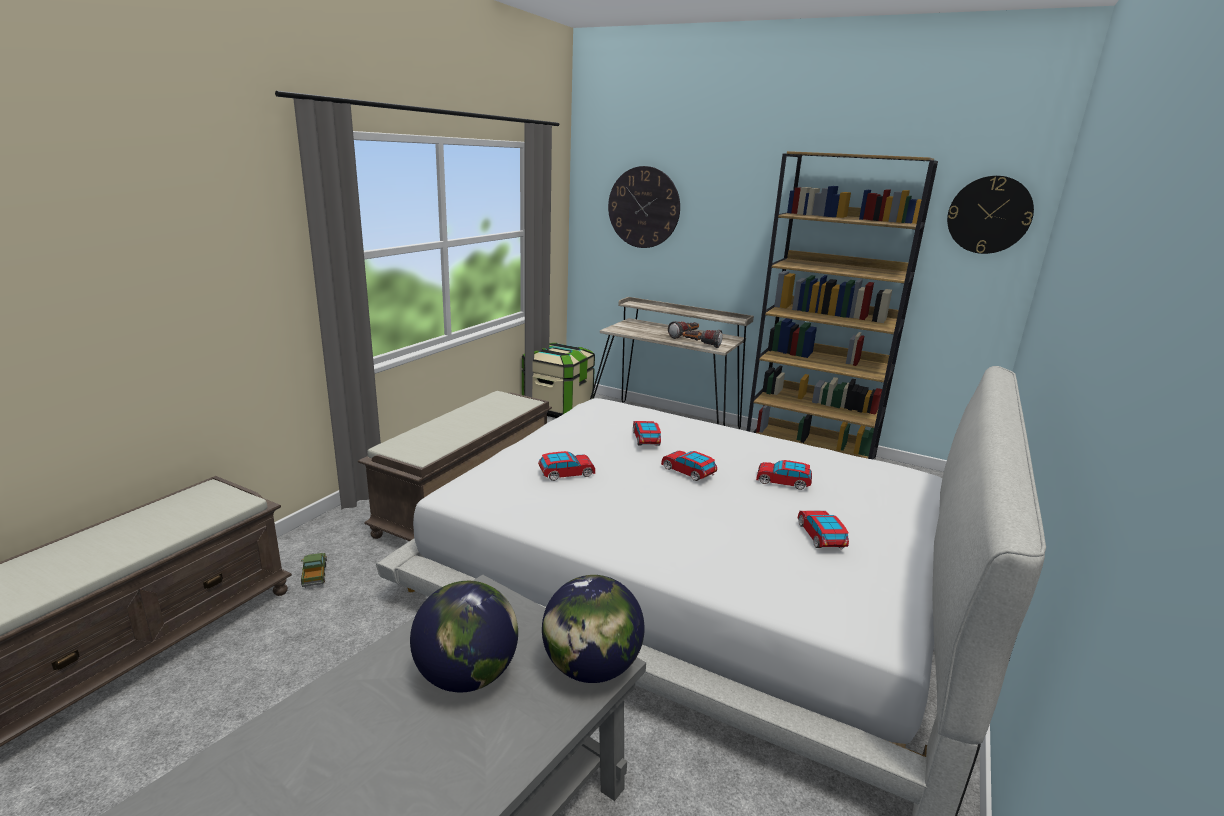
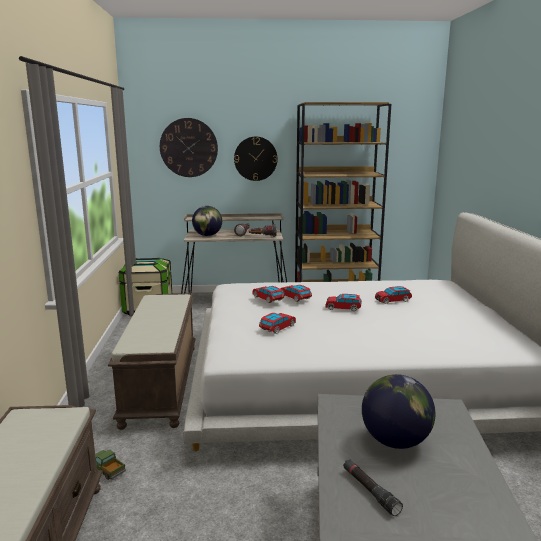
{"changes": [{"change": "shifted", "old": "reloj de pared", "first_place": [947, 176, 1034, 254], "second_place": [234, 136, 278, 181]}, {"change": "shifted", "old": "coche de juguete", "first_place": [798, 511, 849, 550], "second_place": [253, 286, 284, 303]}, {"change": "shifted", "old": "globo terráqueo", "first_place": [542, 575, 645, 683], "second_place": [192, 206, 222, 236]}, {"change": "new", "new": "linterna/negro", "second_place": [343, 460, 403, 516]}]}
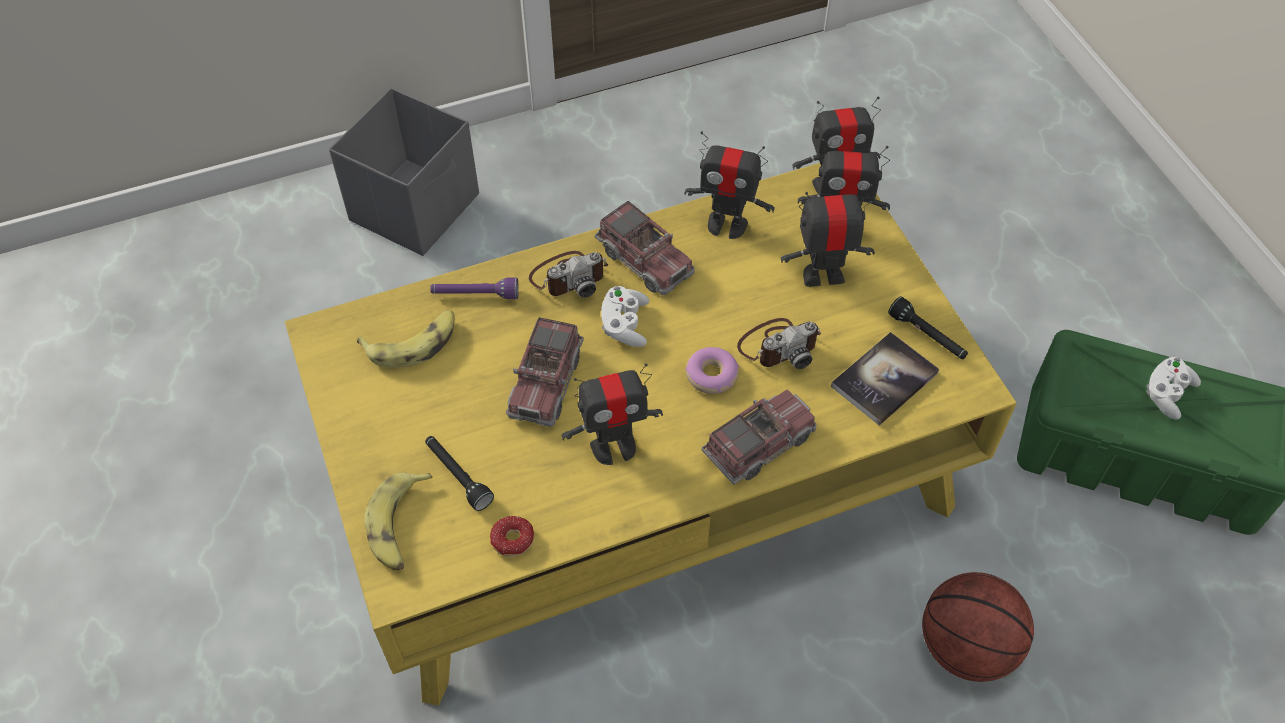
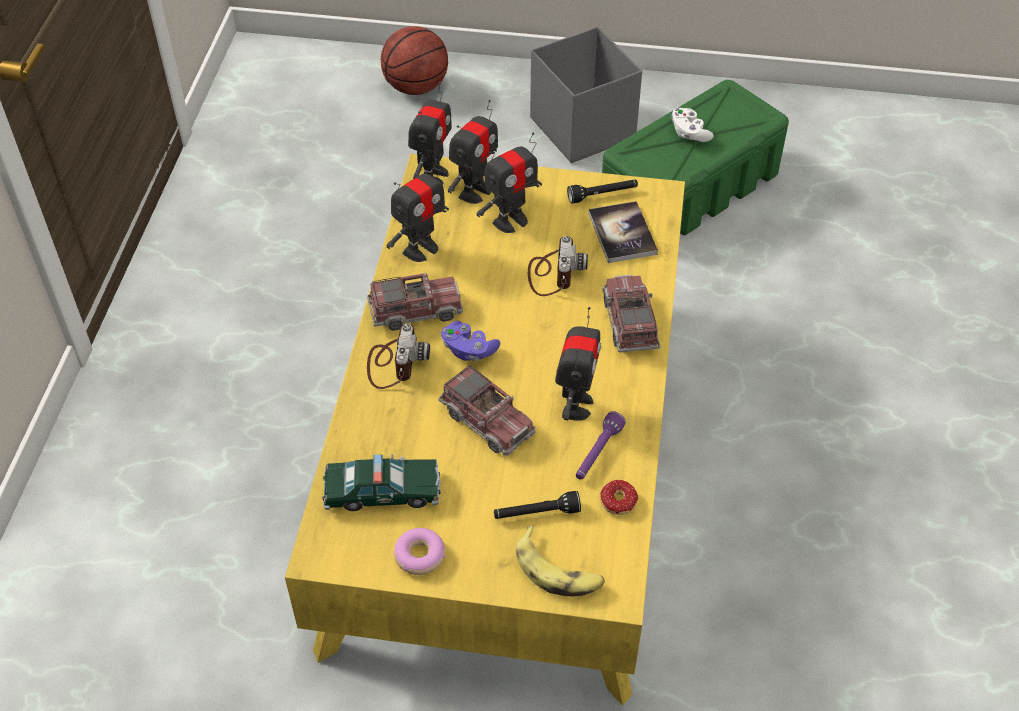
{"changes": [{"change": "shifted", "old": "caja de almacenaje/gris", "first_place": [329, 88, 479, 256], "second_place": [530, 27, 642, 163]}, {"change": "rotated", "old": "robot de juguete", "first_place": [781, 184, 875, 287], "second_place": [477, 132, 542, 233], "degrees": -150}, {"change": "shifted", "old": "linterna/morado", "first_place": [430, 277, 519, 299], "second_place": [576, 411, 626, 480]}, {"change": "repainted", "old": "mando de consola/blanco", "new": "mando de consola/morado", "first_place": [601, 286, 649, 347], "second_place": [441, 321, 500, 361]}, {"change": "swapped", "old": "plátano", "new": "coche de juguete", "first_place": [357, 310, 455, 368], "second_place": [323, 454, 441, 511]}, {"change": "shifted", "old": "rosquilla", "first_place": [685, 347, 739, 394], "second_place": [394, 528, 445, 575]}, {"change": "shifted", "old": "balón de baloncesto", "first_place": [922, 572, 1034, 682], "second_place": [381, 26, 448, 95]}]}
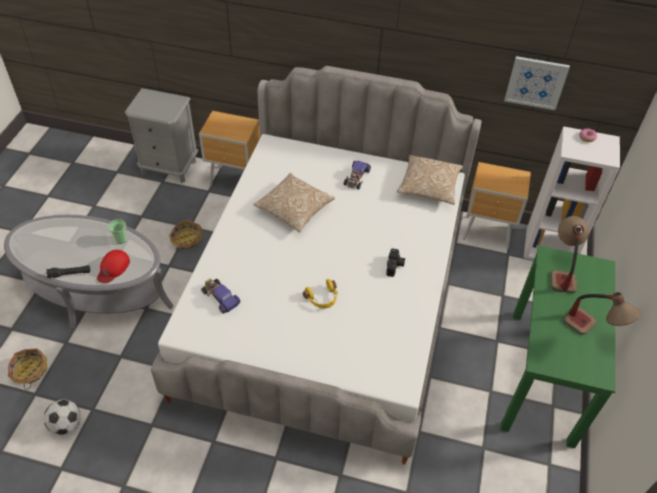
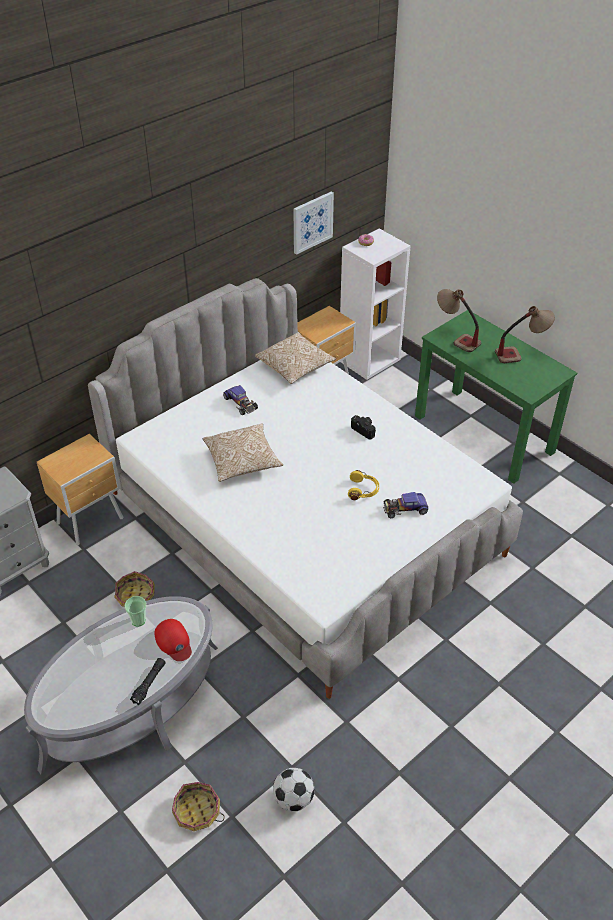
{"changes": [{"change": "shifted", "old": "coche de juguete", "first_place": [201, 278, 240, 314], "second_place": [383, 492, 428, 518]}]}
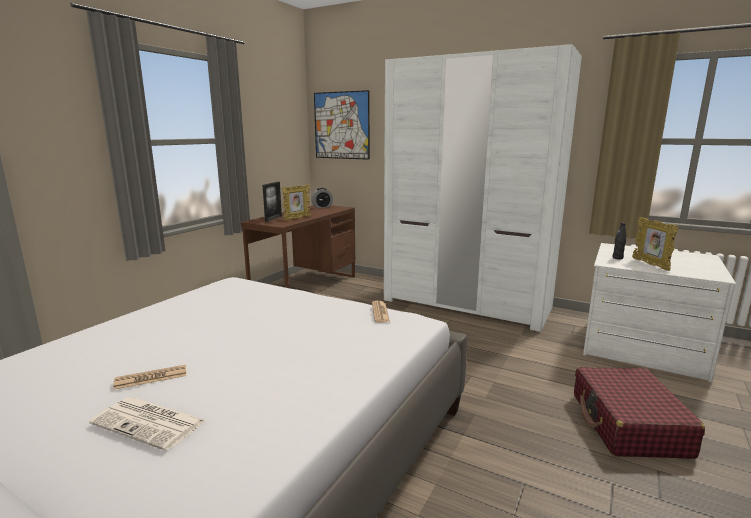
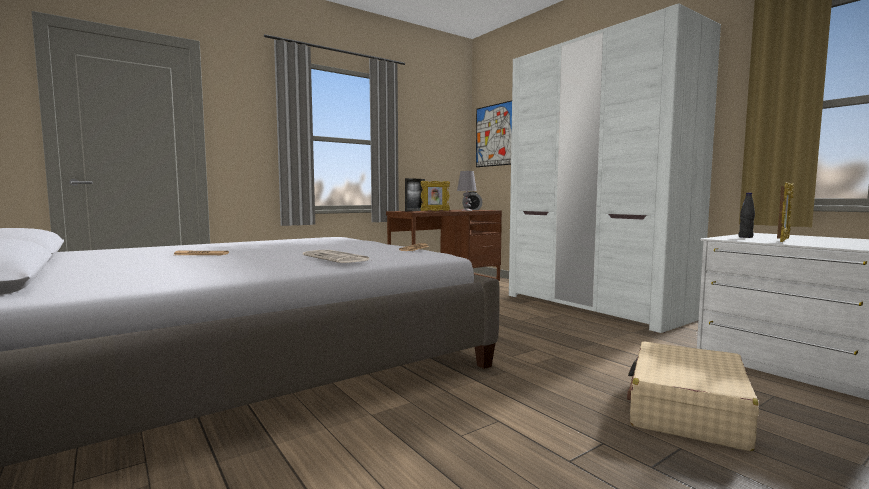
{"changes": [{"change": "rotated", "old": "portarretratos", "first_place": [632, 217, 678, 271], "second_place": [777, 183, 794, 242], "degrees": -150}, {"change": "repainted", "old": "maleta/rojo", "new": "maleta/beis", "first_place": [574, 367, 705, 459], "second_place": [627, 341, 759, 451]}, {"change": "shifted", "old": "periódico", "first_place": [89, 397, 207, 451], "second_place": [303, 250, 369, 263]}, {"change": "new", "new": "lámpara de mesa/gris", "second_place": [457, 171, 477, 211]}]}
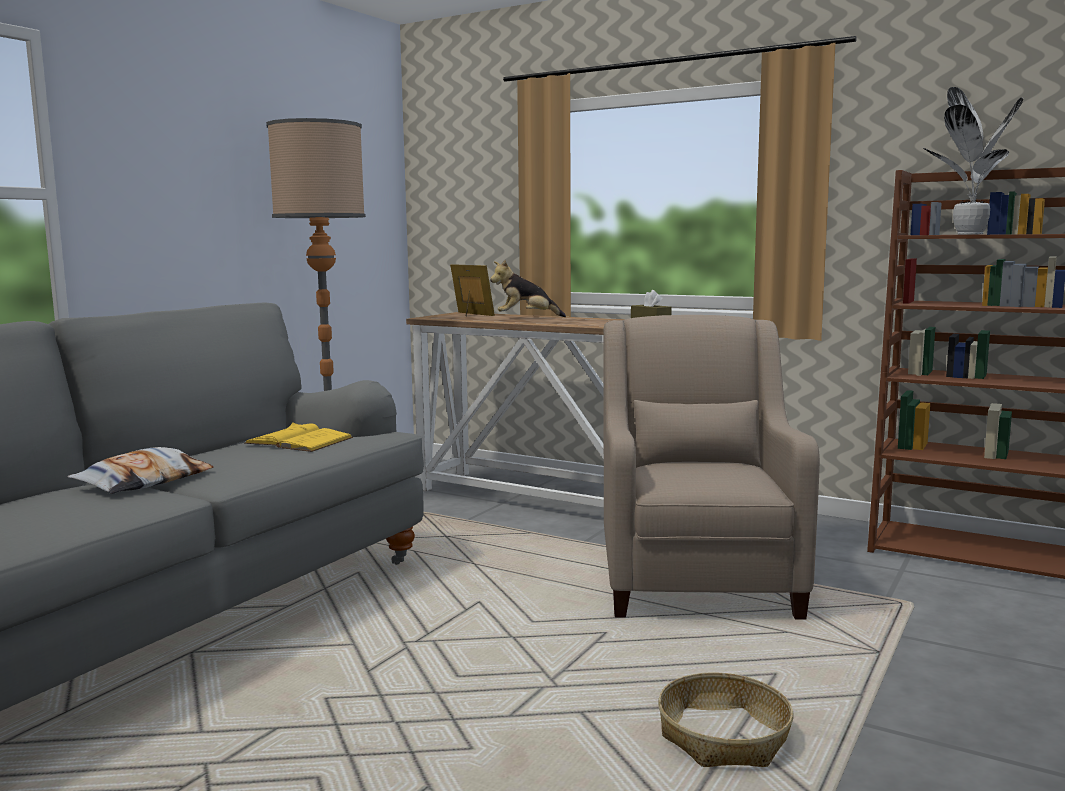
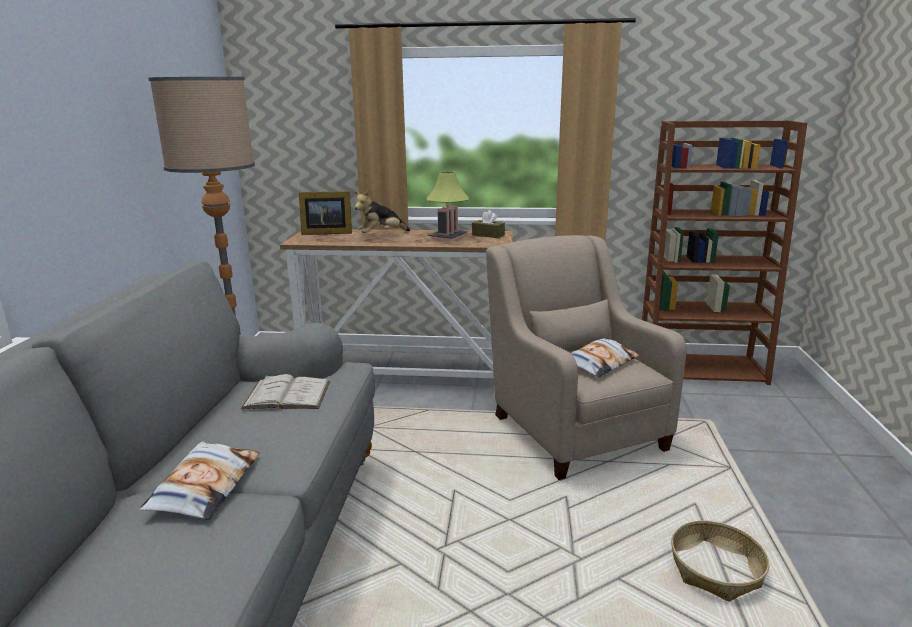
{"changes": [{"change": "gone", "old": "planta en maceta", "first_place": [923, 87, 1023, 234]}, {"change": "rotated", "old": "portarretratos", "first_place": [450, 264, 495, 316], "second_place": [299, 191, 352, 235], "degrees": 150}, {"change": "repainted", "old": "libro/amarillo", "new": "libro/blanco", "first_place": [244, 423, 353, 452], "second_place": [241, 374, 330, 409]}, {"change": "new", "new": "lámpara de mesa", "second_place": [427, 171, 469, 242]}, {"change": "new", "new": "cojín", "second_place": [571, 338, 639, 377]}]}
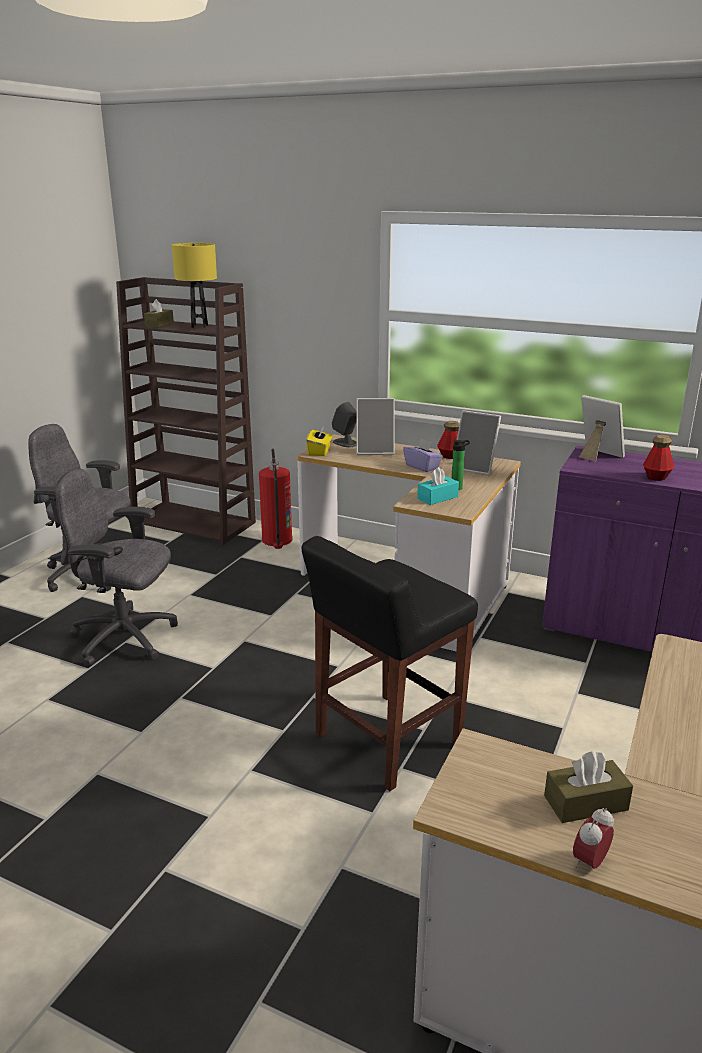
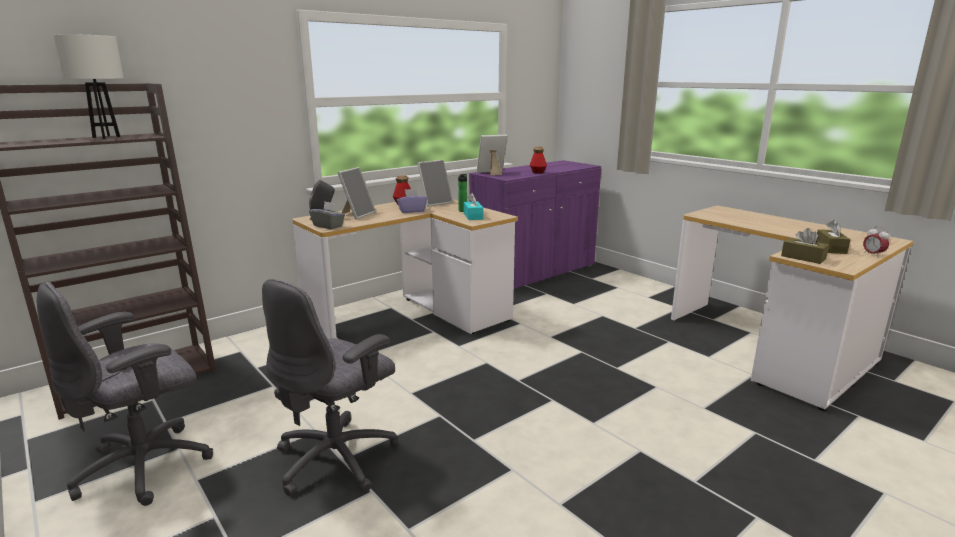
{"changes": [{"change": "repainted", "old": "lámpara de mesa/amarillo", "new": "lámpara de mesa/blanco", "first_place": [172, 243, 217, 328], "second_place": [53, 34, 124, 139]}, {"change": "shifted", "old": "caja de pañuelos/marrón", "first_place": [144, 299, 174, 327], "second_place": [781, 228, 829, 264]}, {"change": "repainted", "old": "caja de pañuelos/amarillo", "new": "caja de pañuelos/gris", "first_place": [306, 425, 332, 456], "second_place": [309, 201, 345, 229]}, {"change": "gone", "old": "extintor", "first_place": [259, 449, 293, 549]}, {"change": "gone", "old": "taburete/negro", "first_place": [301, 536, 478, 791]}]}
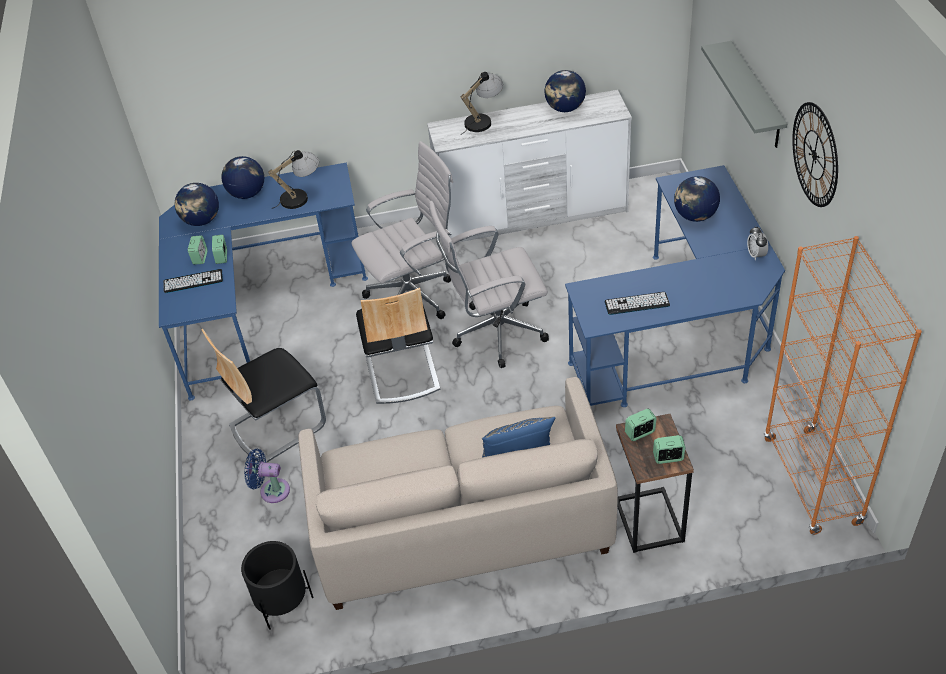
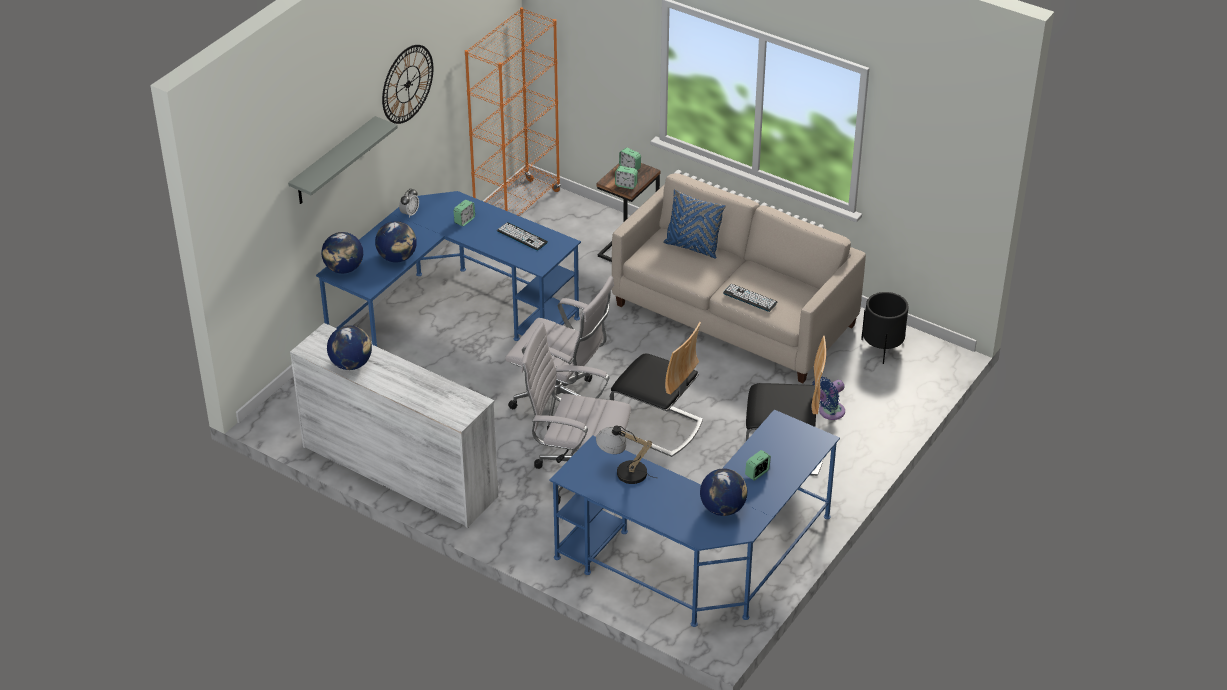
{"changes": [{"change": "gone", "old": "lámpara de mesa", "first_place": [461, 72, 503, 135]}, {"change": "shifted", "old": "globo terráqueo", "first_place": [221, 156, 264, 199], "second_place": [322, 232, 363, 274]}, {"change": "shifted", "old": "despertador", "first_place": [212, 235, 227, 264], "second_place": [453, 200, 475, 226]}, {"change": "shifted", "old": "teclado", "first_place": [163, 269, 223, 293], "second_place": [723, 284, 777, 312]}, {"change": "rotated", "old": "silla", "first_place": [356, 288, 440, 404], "second_place": [610, 322, 703, 457], "degrees": 90}, {"change": "rotated", "old": "ventilador/azul", "first_place": [244, 449, 290, 503], "second_place": [813, 376, 845, 420], "degrees": 90}]}
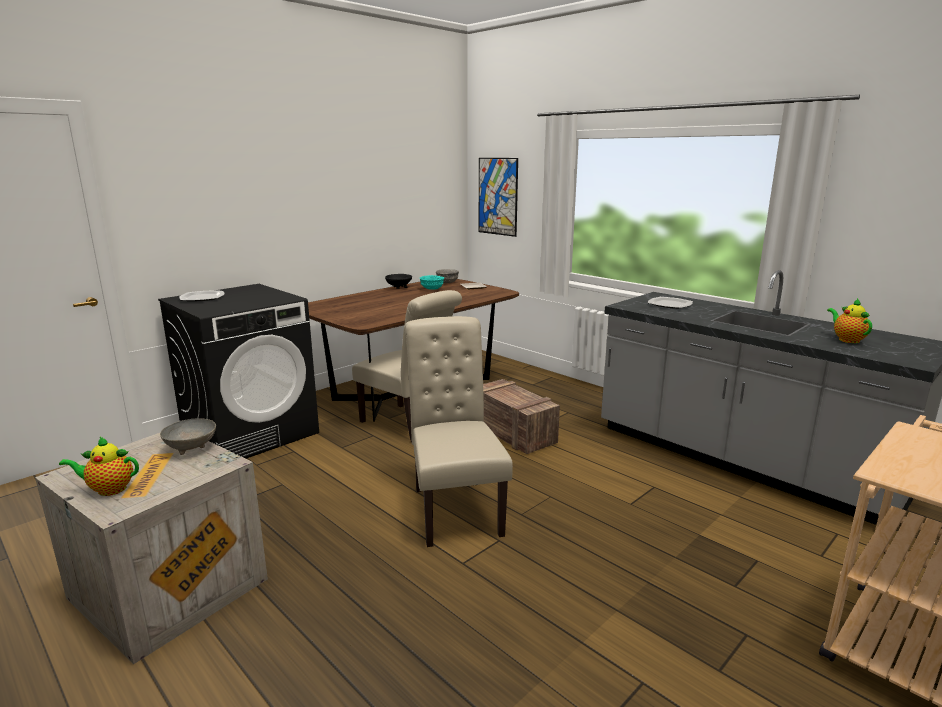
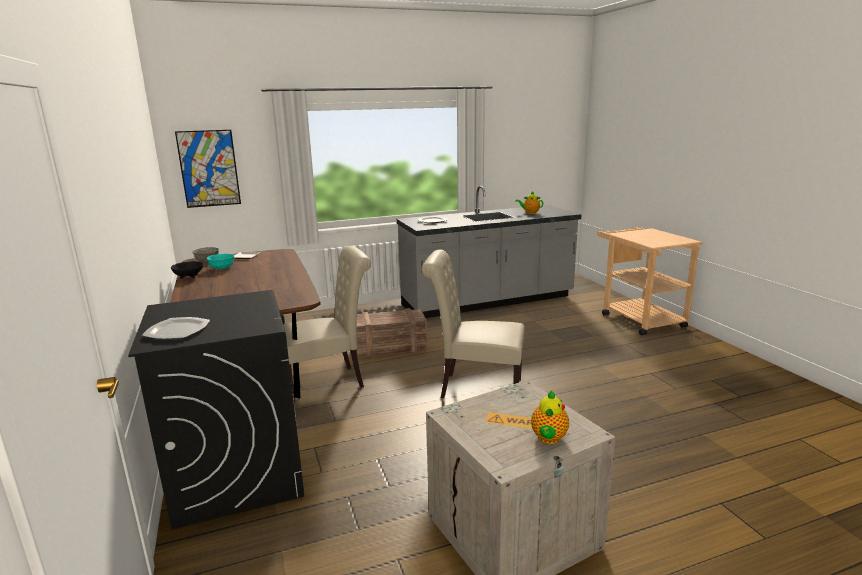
{"changes": [{"change": "gone", "old": "cuenco/gris", "first_place": [160, 418, 216, 455]}]}
